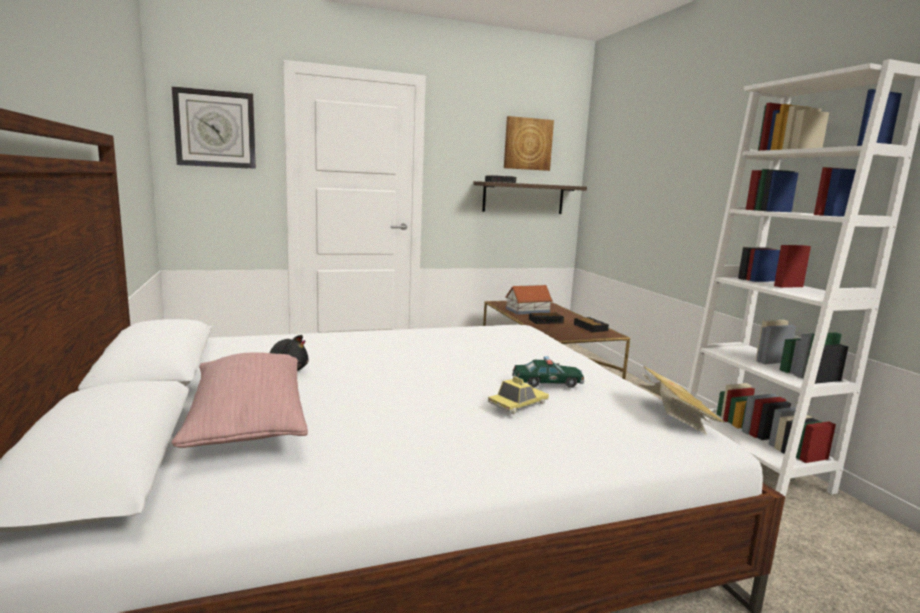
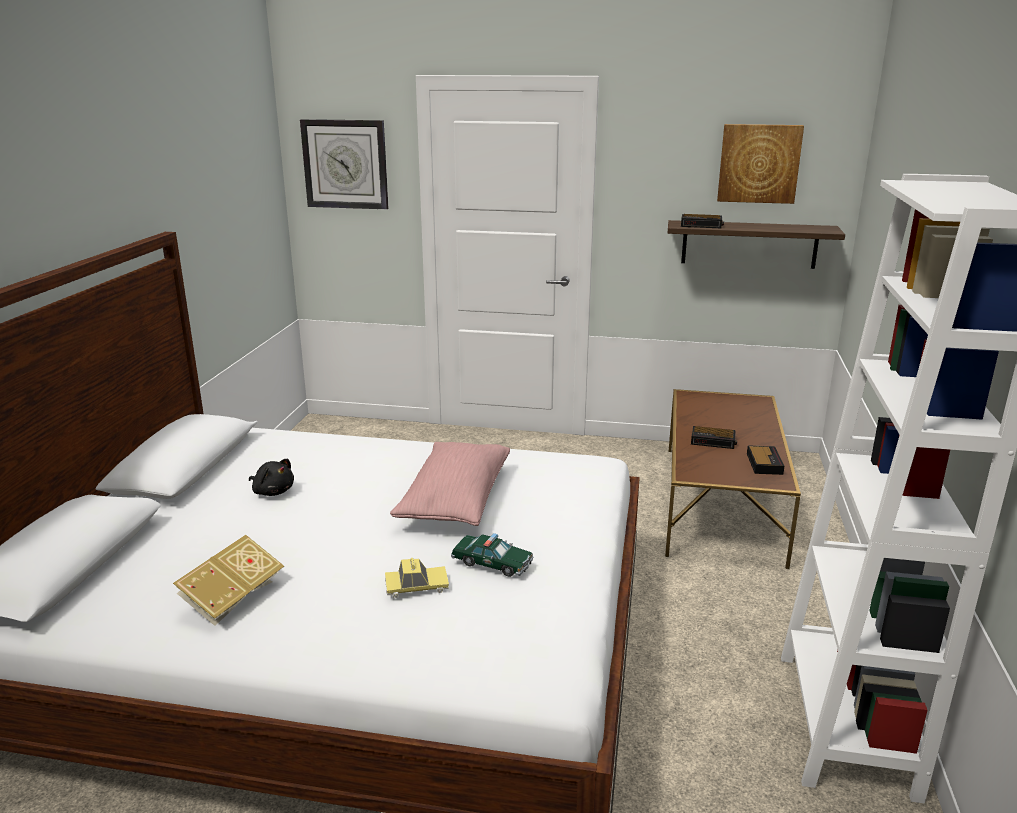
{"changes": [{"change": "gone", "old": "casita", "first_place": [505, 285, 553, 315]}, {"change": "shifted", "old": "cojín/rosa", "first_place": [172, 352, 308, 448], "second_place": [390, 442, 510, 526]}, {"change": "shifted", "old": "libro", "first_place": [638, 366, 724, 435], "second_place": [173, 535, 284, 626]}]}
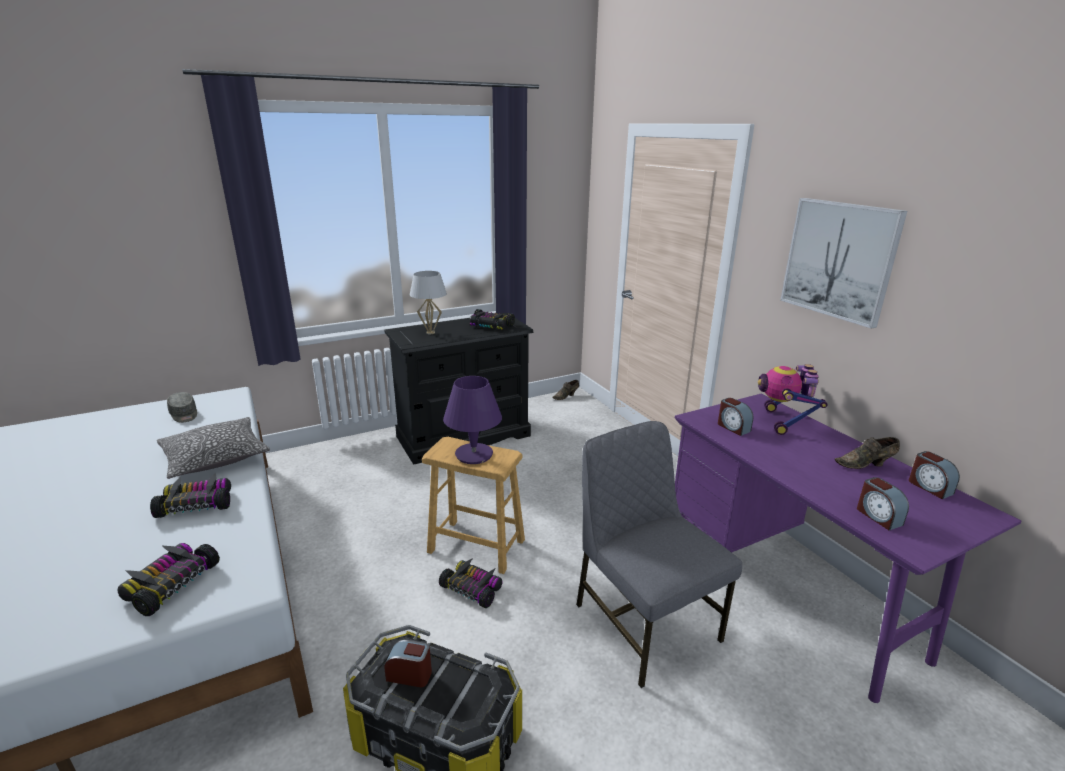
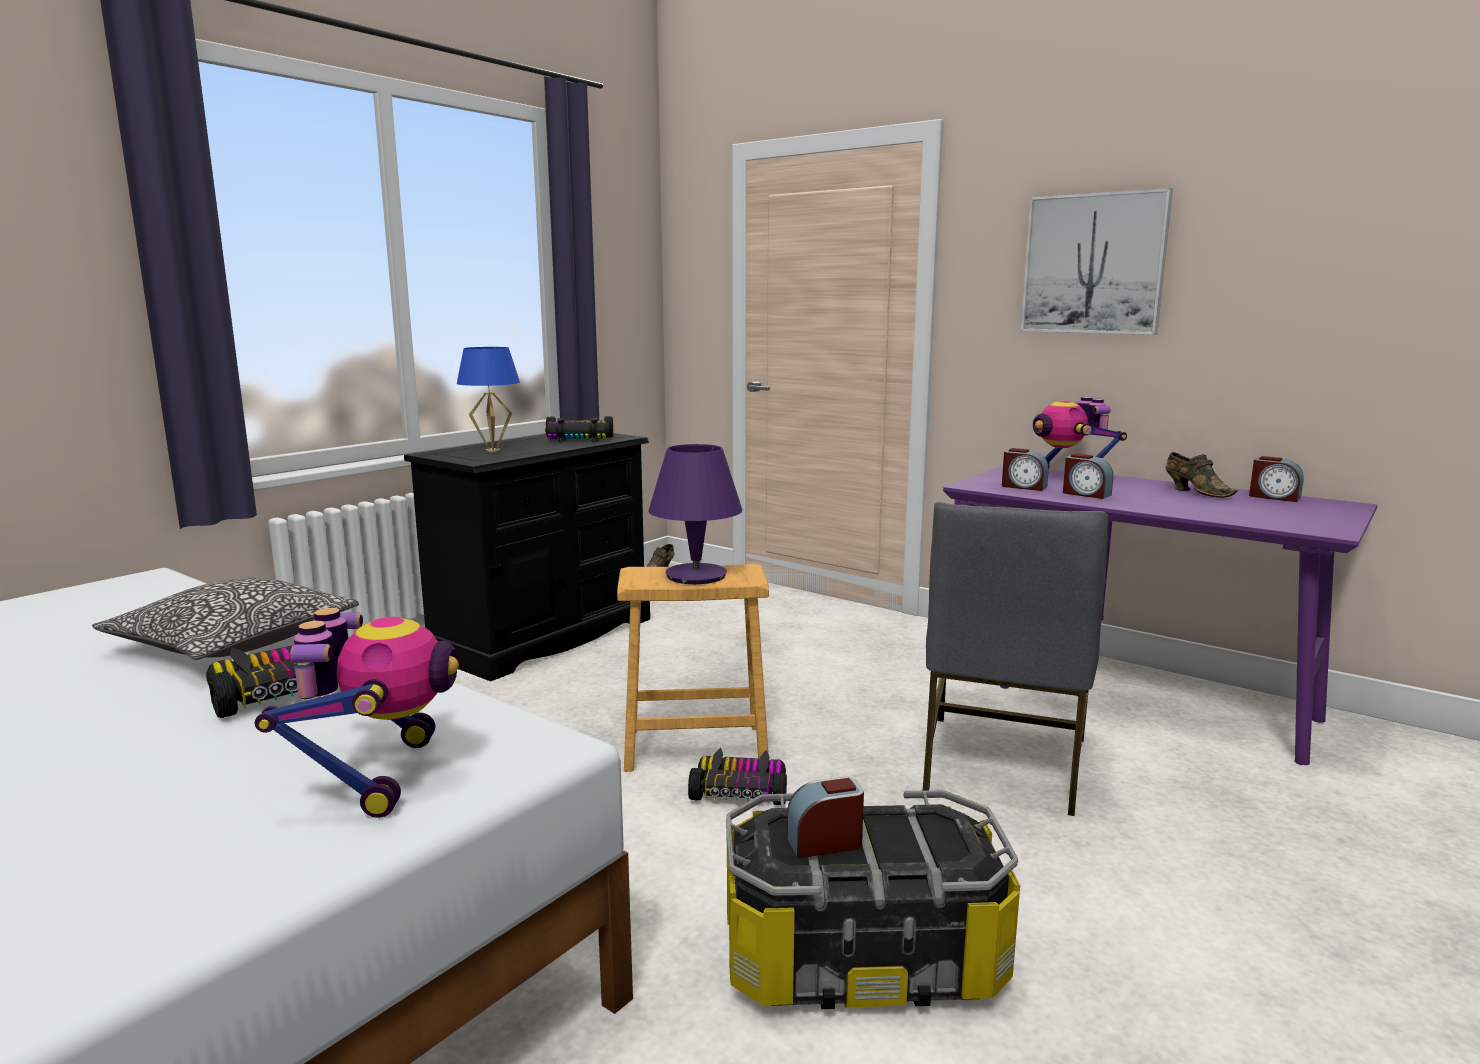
{"changes": [{"change": "repainted", "old": "lámpara de mesa/blanco", "new": "lámpara de mesa/azul", "first_place": [410, 271, 447, 334], "second_place": [457, 347, 520, 452]}, {"change": "gone", "old": "gorra/gris", "first_place": [167, 392, 197, 423]}, {"change": "rotated", "old": "silla/gris", "first_place": [576, 421, 742, 688], "second_place": [923, 502, 1108, 816], "degrees": -105}, {"change": "rotated", "old": "zapato/marrón", "first_place": [835, 437, 900, 469], "second_place": [1165, 452, 1238, 498], "degrees": -90}, {"change": "shifted", "old": "despertador", "first_place": [857, 477, 909, 531], "second_place": [1063, 454, 1113, 499]}, {"change": "swapped", "old": "coche de juguete", "new": "robot de juguete", "first_place": [117, 543, 220, 616], "second_place": [255, 608, 459, 818]}]}
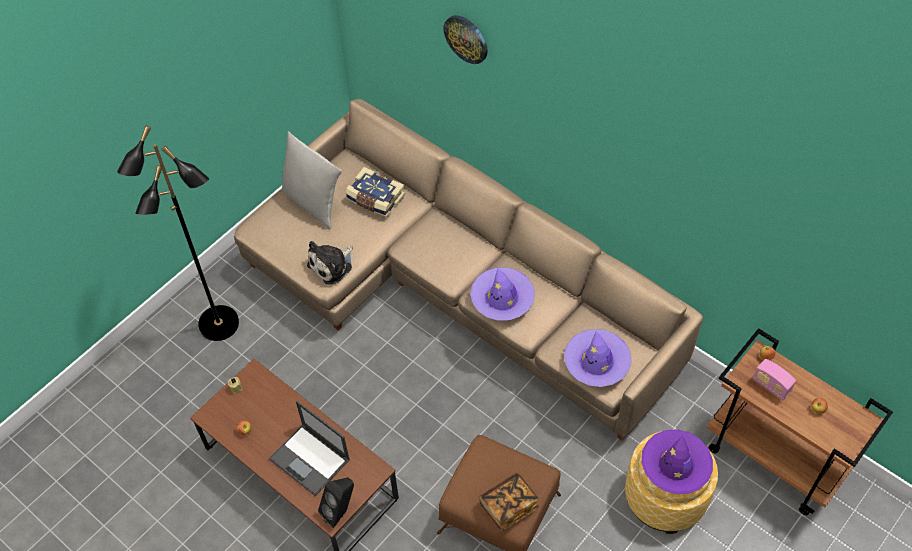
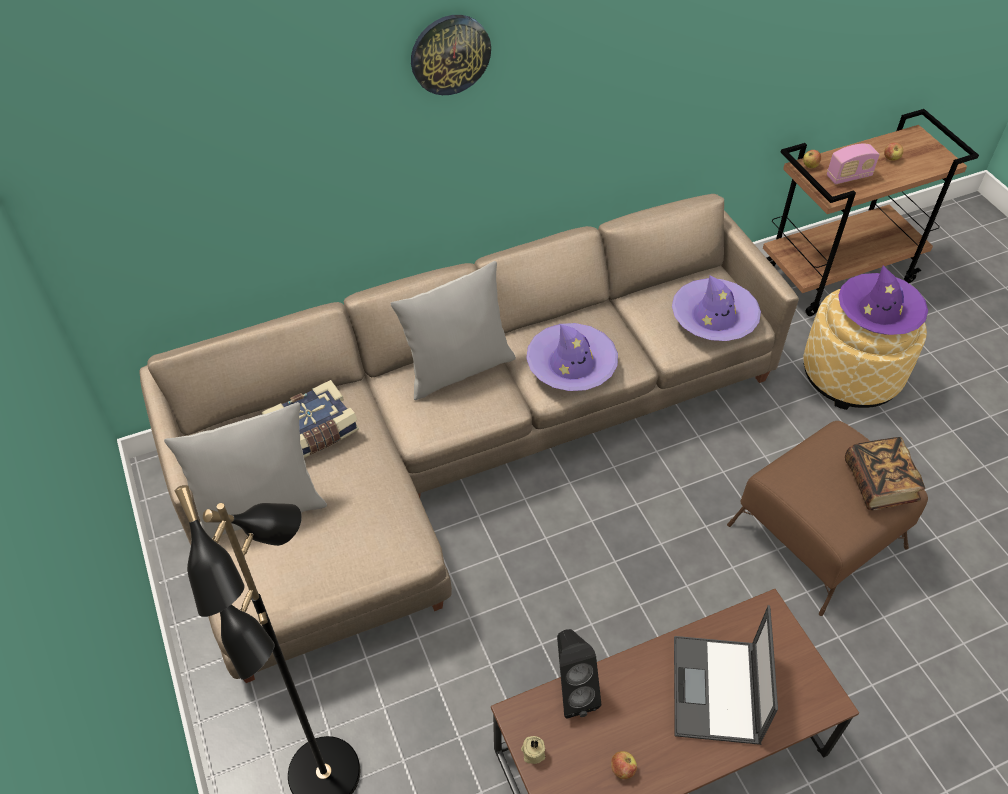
{"changes": [{"change": "shifted", "old": "reloj de pared", "first_place": [443, 15, 488, 64], "second_place": [411, 15, 491, 95]}, {"change": "gone", "old": "peluche", "first_place": [307, 241, 353, 285]}, {"change": "rotated", "old": "portátil", "first_place": [269, 401, 350, 496], "second_place": [674, 605, 778, 745], "degrees": 120}, {"change": "shifted", "old": "altavoz/negro", "first_place": [318, 477, 354, 528], "second_place": [557, 629, 601, 718]}, {"change": "new", "new": "cojín/gris", "second_place": [391, 261, 516, 400]}]}
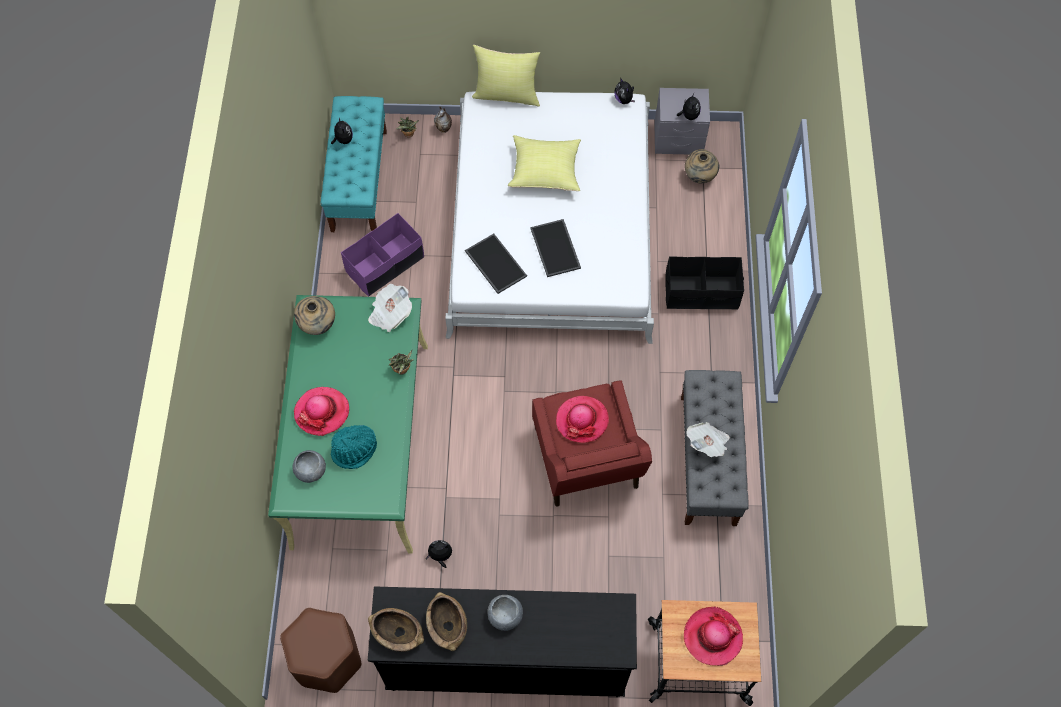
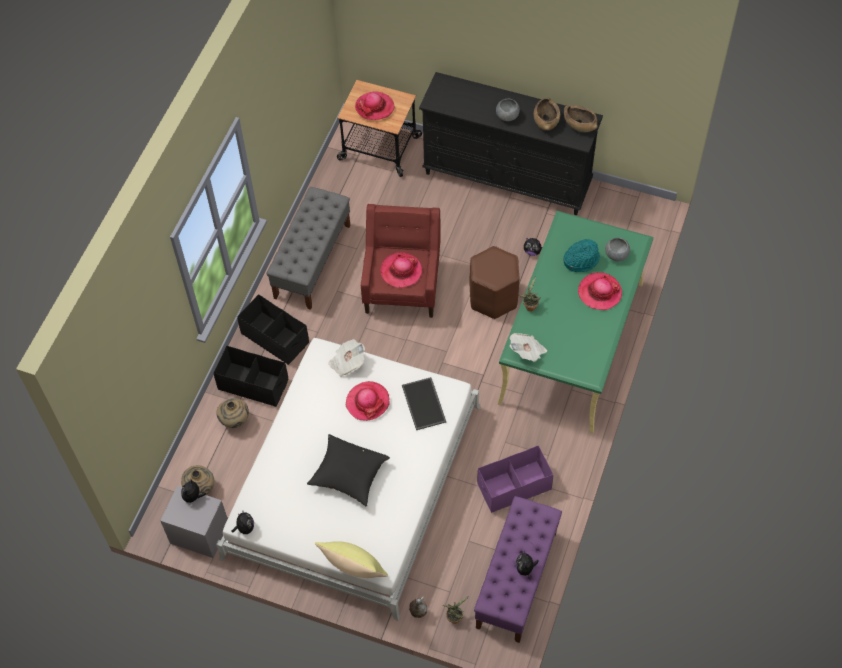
{"changes": [{"change": "repainted", "old": "banco/turquesa", "new": "banco/morado", "first_place": [321, 96, 387, 232], "second_place": [474, 496, 562, 643]}, {"change": "repainted", "old": "cojín/amarillo", "new": "cojín/negro", "first_place": [508, 135, 581, 191], "second_place": [307, 434, 390, 506]}, {"change": "swapped", "old": "bandeja", "new": "sombrero", "first_place": [530, 219, 581, 277], "second_place": [346, 381, 390, 421]}, {"change": "shifted", "old": "florero/beis", "first_place": [294, 296, 335, 335], "second_place": [217, 398, 249, 428]}, {"change": "shifted", "old": "periódico", "first_place": [686, 422, 730, 457], "second_place": [328, 339, 365, 377]}, {"change": "shifted", "old": "taburete/marrón", "first_place": [280, 608, 361, 693], "second_place": [469, 246, 520, 319]}, {"change": "new", "new": "caja de almacenaje/negro", "second_place": [237, 294, 309, 365]}]}
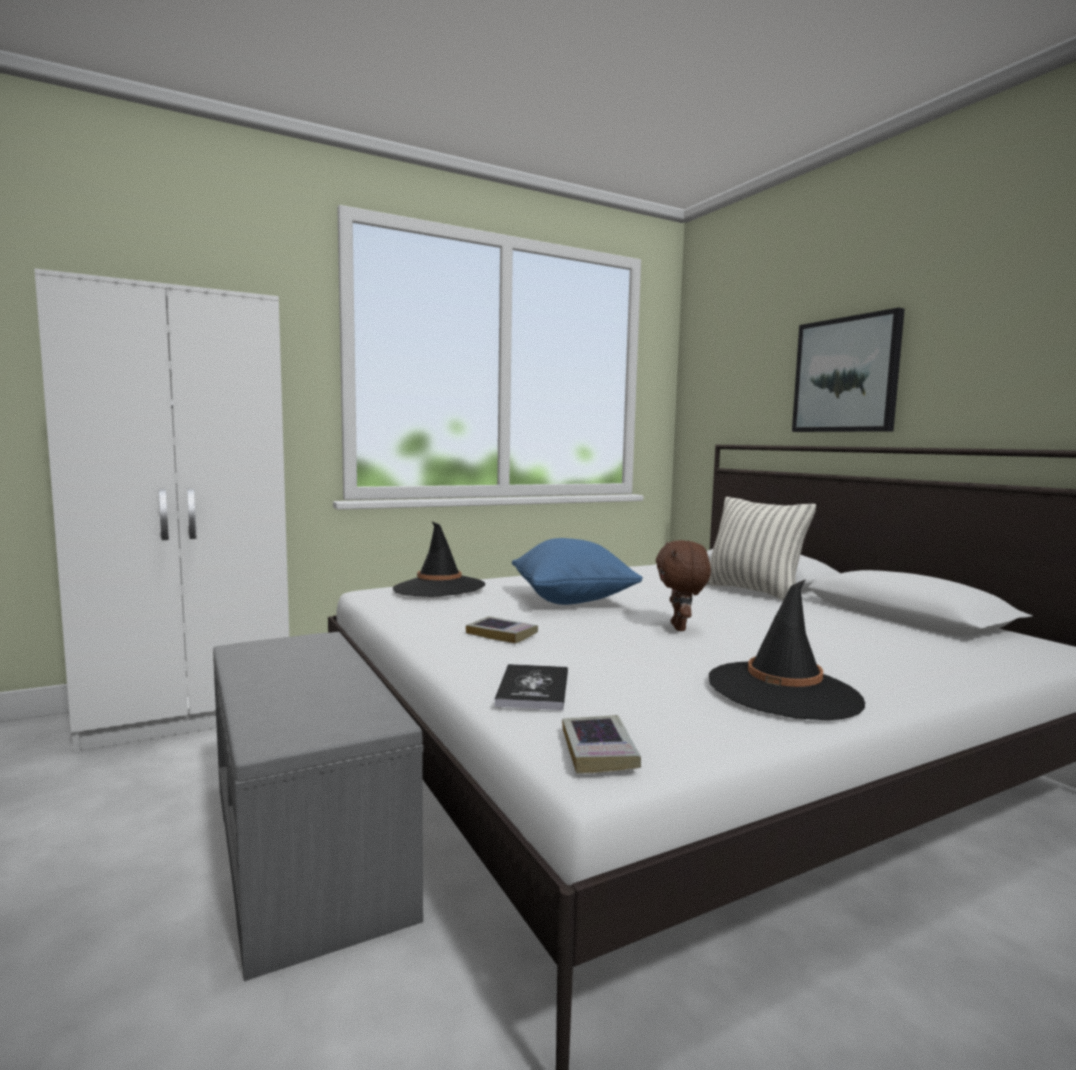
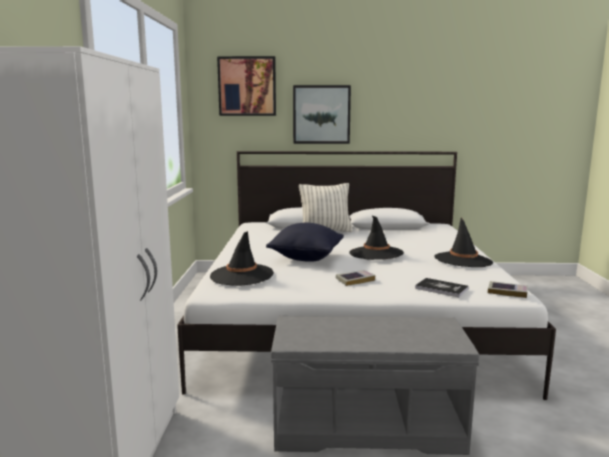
{"changes": [{"change": "repainted", "old": "cojín/azul", "new": "cojín/negro", "first_place": [512, 538, 643, 605], "second_place": [266, 223, 344, 262]}, {"change": "swapped", "old": "peluche/marrón", "new": "sombrero/negro", "first_place": [656, 540, 711, 631], "second_place": [349, 216, 404, 260]}, {"change": "new", "new": "cuadro", "second_place": [217, 56, 276, 116]}]}
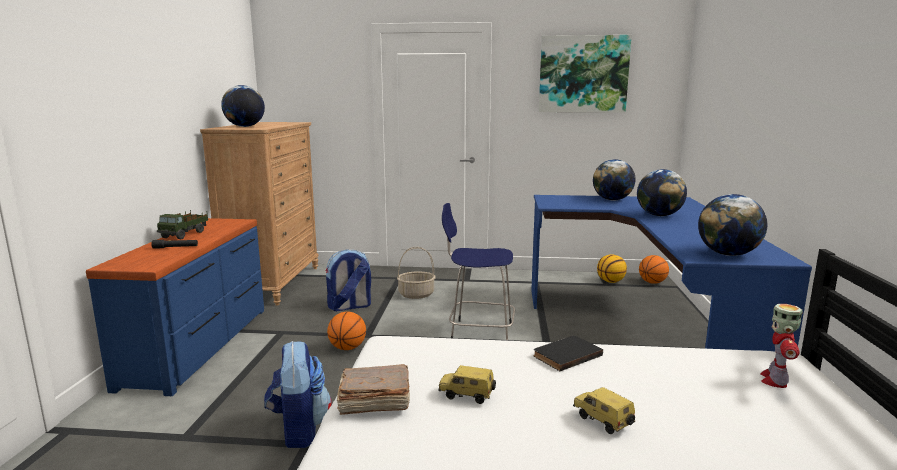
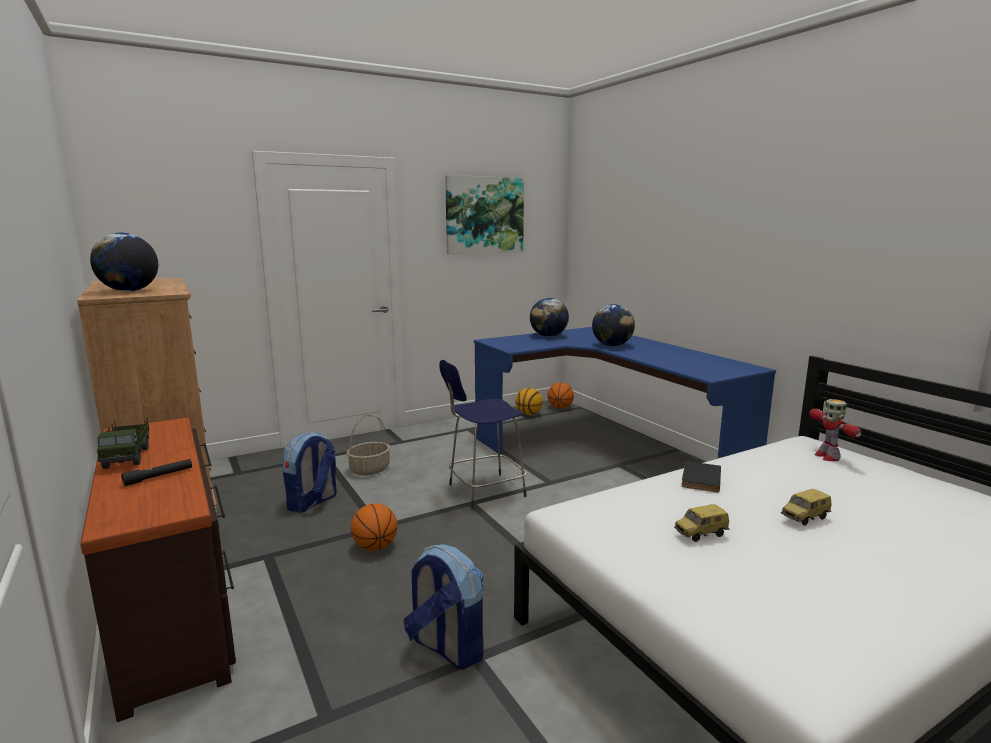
{"changes": [{"change": "gone", "old": "globo terráqueo", "first_place": [698, 194, 767, 256]}, {"change": "repainted", "old": "cómoda/azul", "new": "cómoda/marrón", "first_place": [86, 218, 264, 396], "second_place": [80, 417, 236, 722]}, {"change": "gone", "old": "libro/marrón", "first_place": [337, 364, 410, 415]}, {"change": "rotated", "old": "coche de juguete", "first_place": [573, 387, 635, 434], "second_place": [781, 489, 832, 526], "degrees": -45}]}
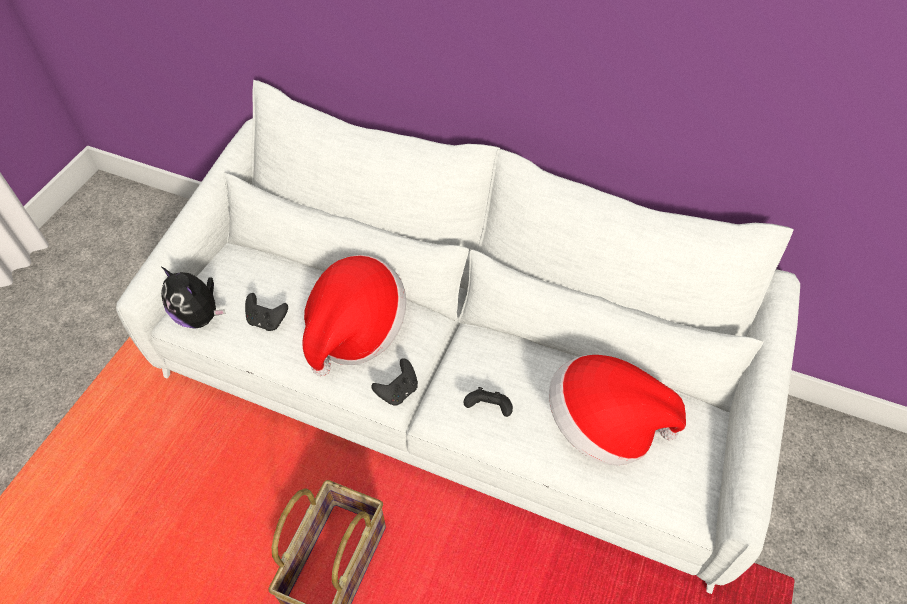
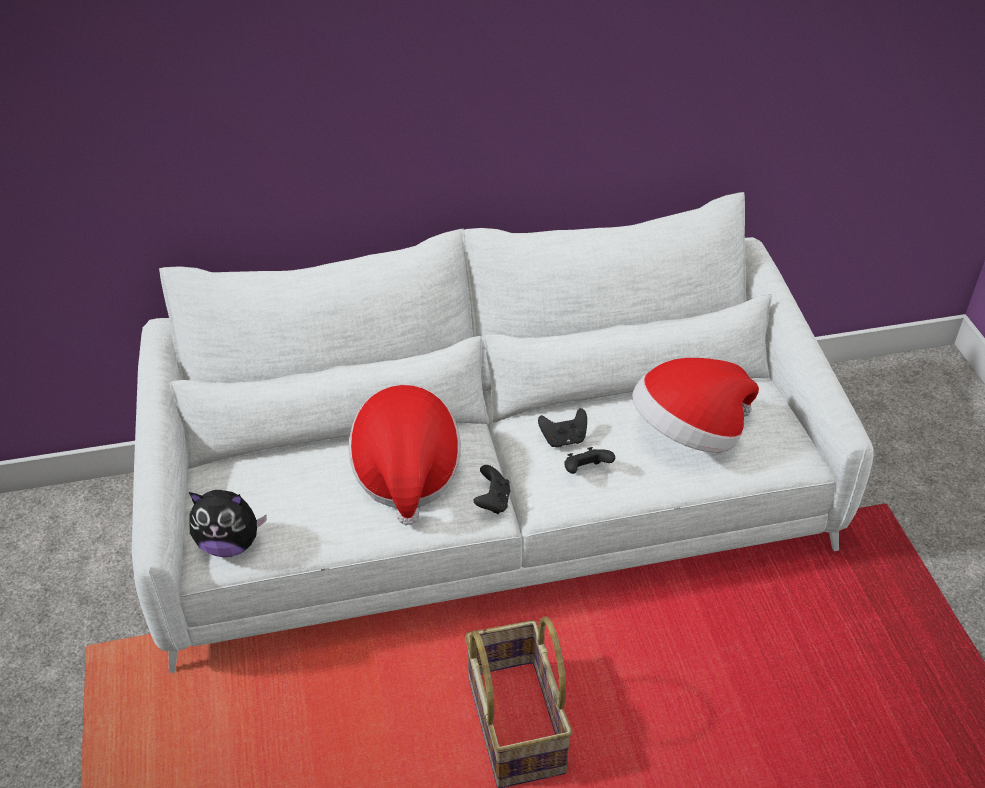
{"changes": [{"change": "shifted", "old": "mando de consola/negro", "first_place": [245, 293, 288, 331], "second_place": [538, 408, 587, 447]}]}
